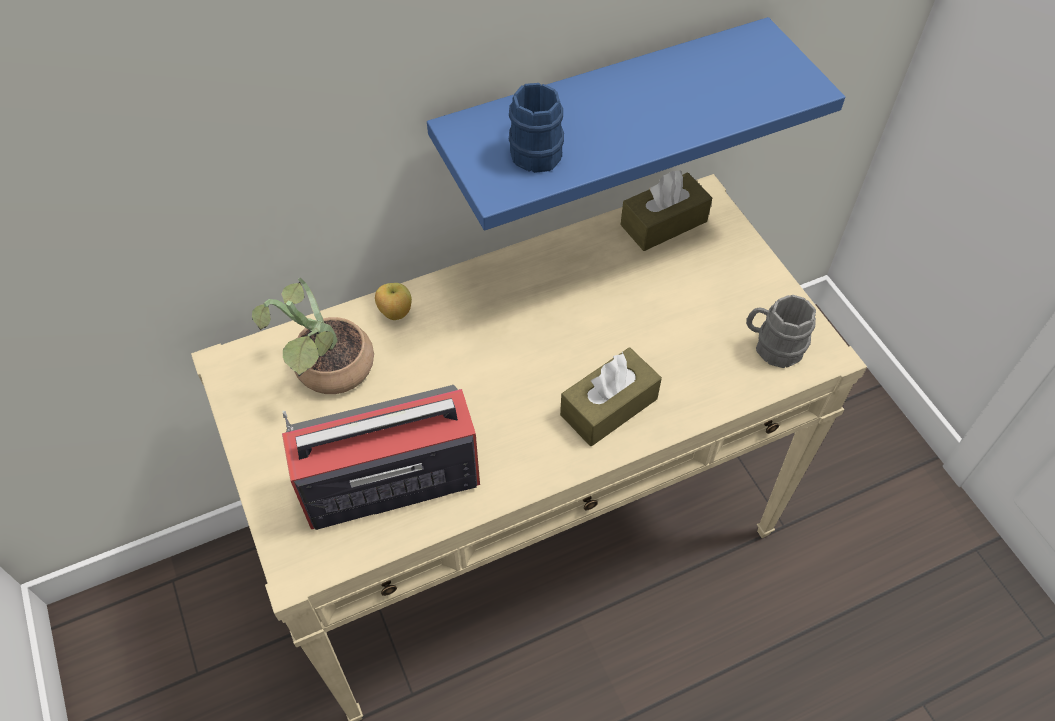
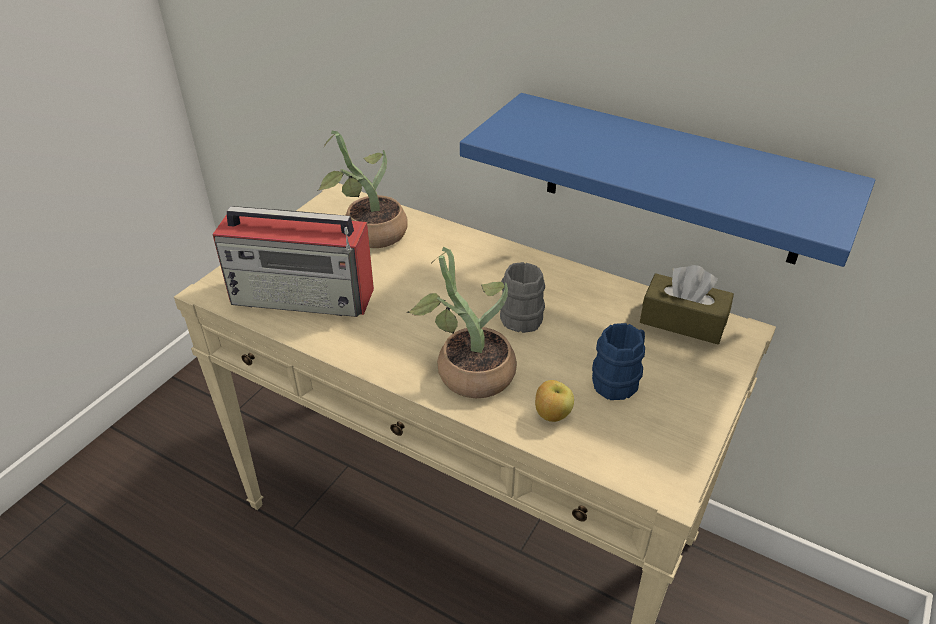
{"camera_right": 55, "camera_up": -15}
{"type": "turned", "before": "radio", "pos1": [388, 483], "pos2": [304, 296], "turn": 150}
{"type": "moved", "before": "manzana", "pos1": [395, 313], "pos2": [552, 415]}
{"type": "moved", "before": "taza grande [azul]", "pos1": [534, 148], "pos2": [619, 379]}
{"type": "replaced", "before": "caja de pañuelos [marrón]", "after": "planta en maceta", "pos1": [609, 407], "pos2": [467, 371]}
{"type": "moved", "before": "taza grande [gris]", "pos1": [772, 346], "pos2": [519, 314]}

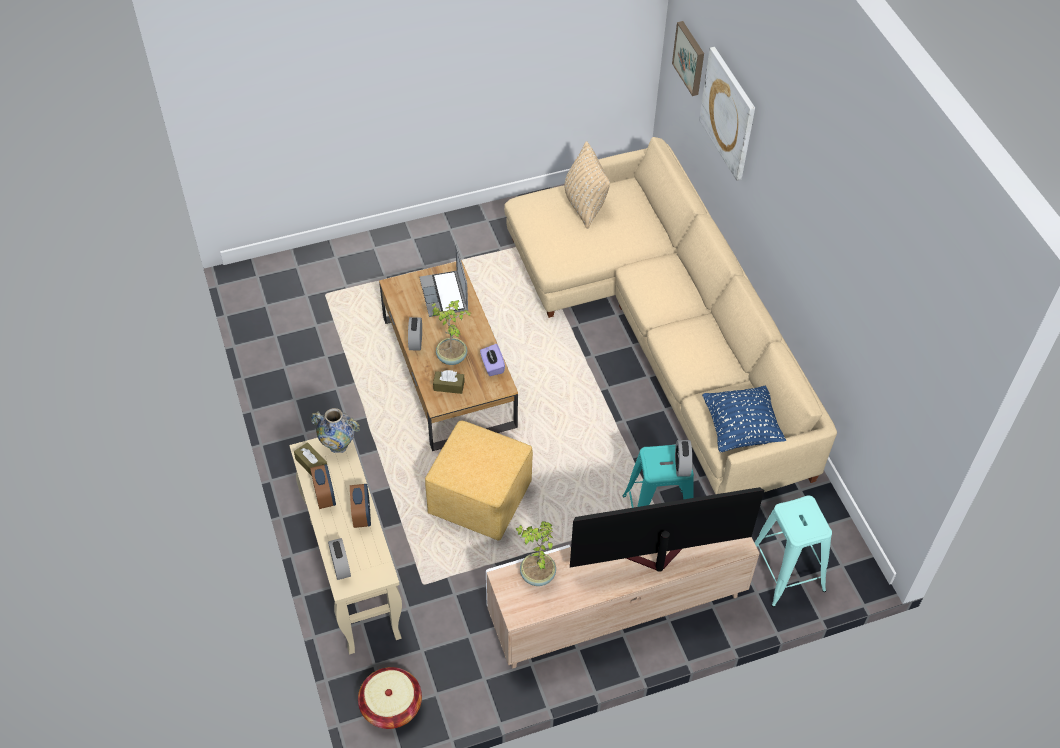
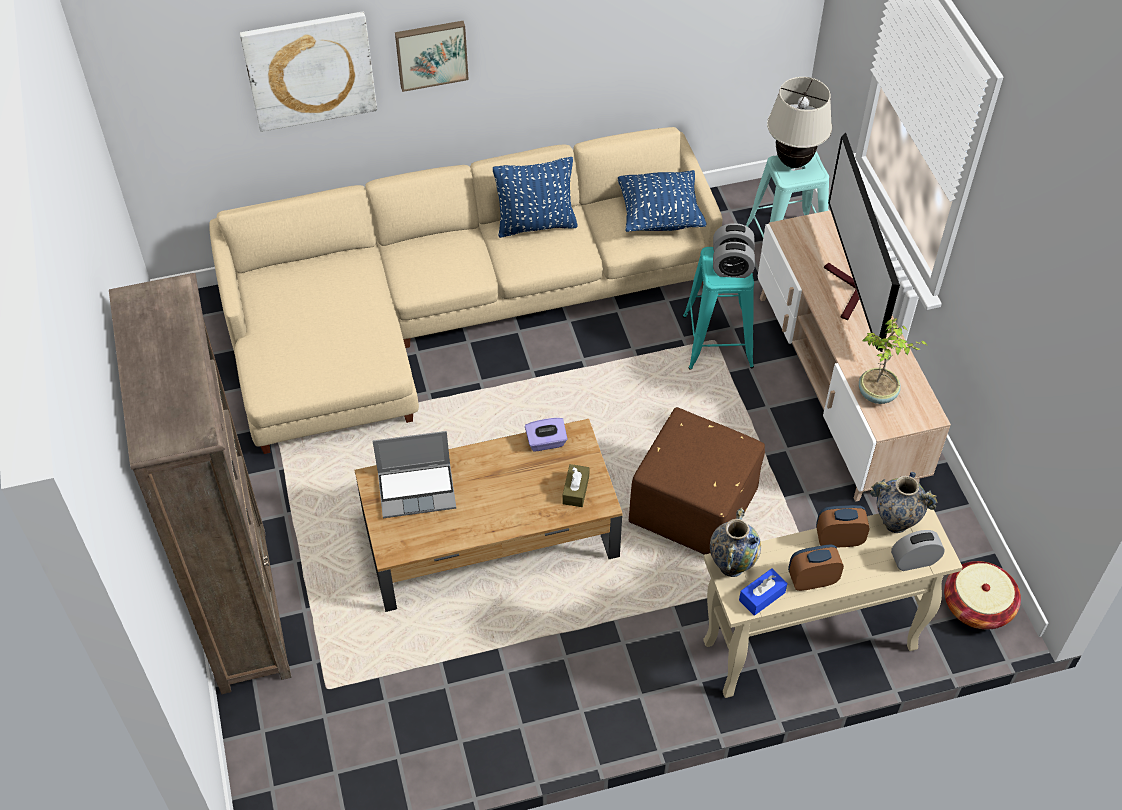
{"camera_right": -85, "camera_up": 0}
{"type": "recoloured", "before": "caja de pañuelos [marrón]", "after": "caja de pañuelos [azul]", "pos1": [311, 464], "pos2": [762, 596]}
{"type": "moved", "before": "despertador", "pos1": [415, 342], "pos2": [732, 272]}
{"type": "recoloured", "before": "puf [amarillo]", "after": "puf [marrón]", "pos1": [478, 500], "pos2": [694, 509]}
{"type": "removed", "before": "planta en maceta", "pos1": [452, 356]}
{"type": "removed", "before": "cojín [beis]", "pos1": [584, 205]}
{"type": "moved", "before": "cuadro", "pos1": [690, 58], "pos2": [431, 53]}
{"type": "added", "after": "estantería [marrón]", "pos2": [243, 607]}
{"type": "added", "after": "cojín [azul]", "pos2": [536, 224]}
{"type": "added", "after": "lámpara de mesa [beis]", "pos2": [793, 162]}
{"type": "added", "after": "florero", "pos2": [895, 522]}

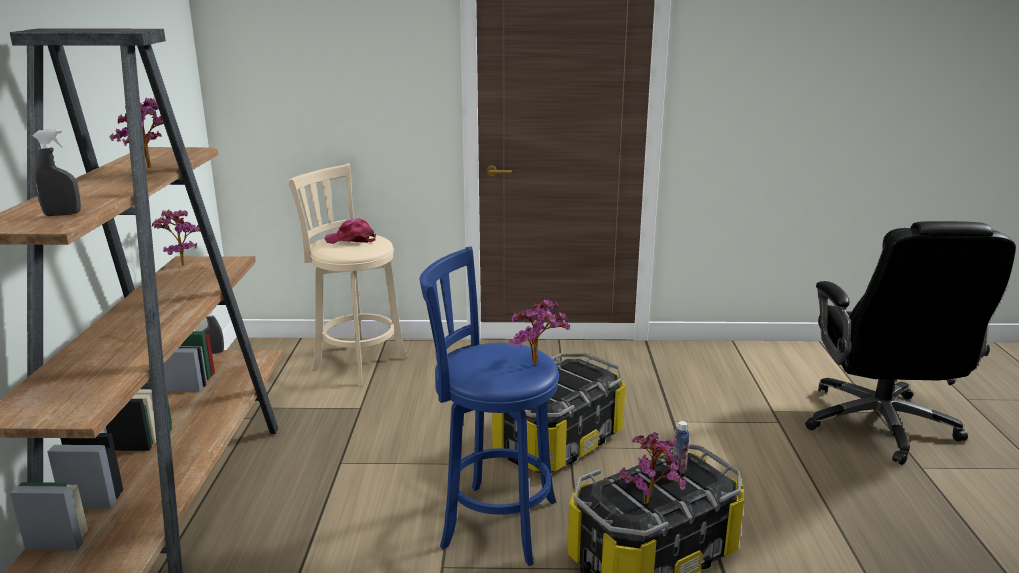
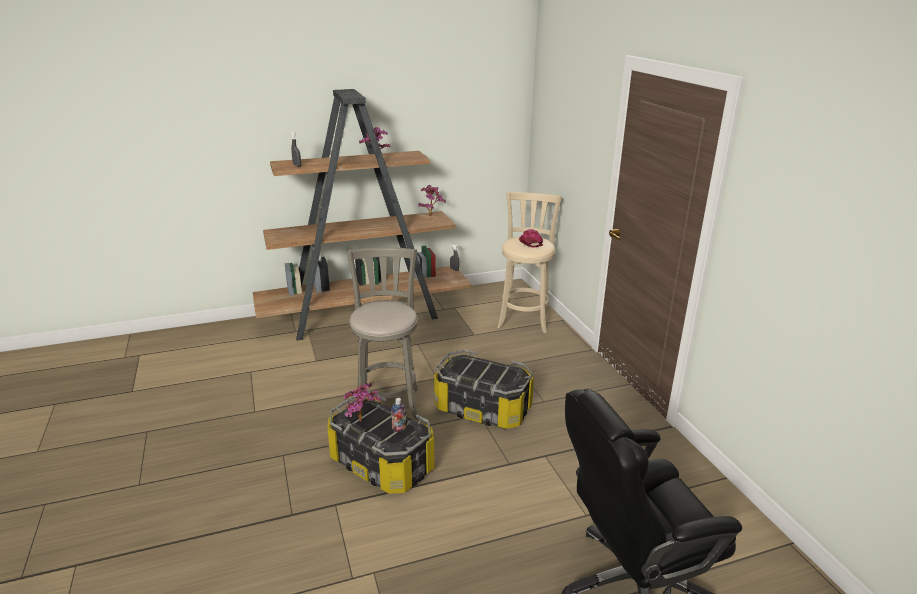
{"camera_right": 70, "camera_up": 5}
{"type": "recoloured", "before": "taburete [azul]", "after": "taburete [gris]", "pos1": [493, 522], "pos2": [388, 402]}
{"type": "removed", "before": "planta en maceta", "pos1": [538, 366]}

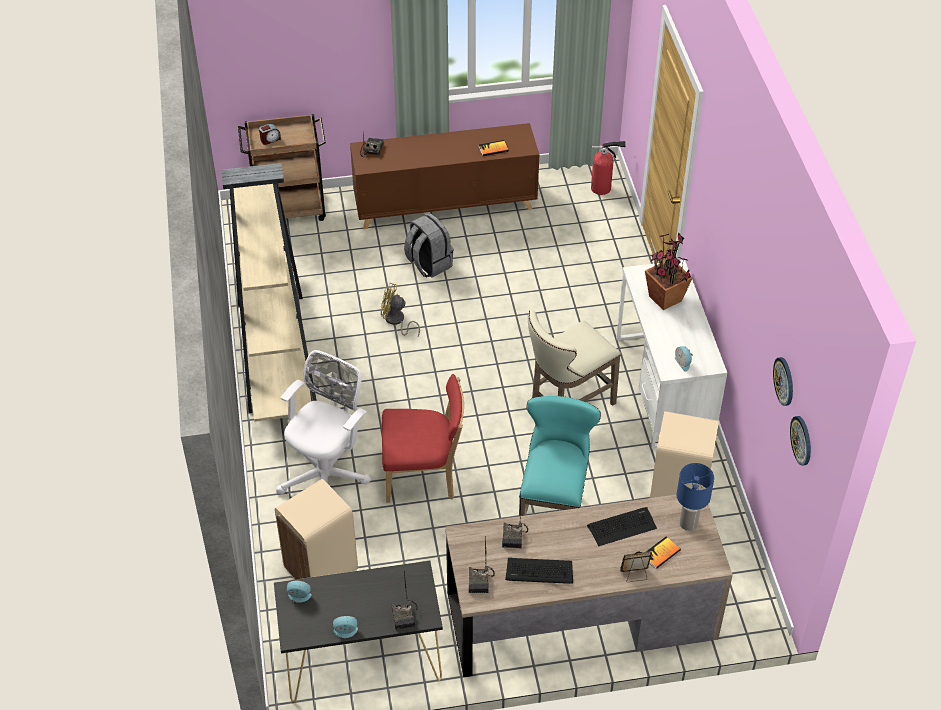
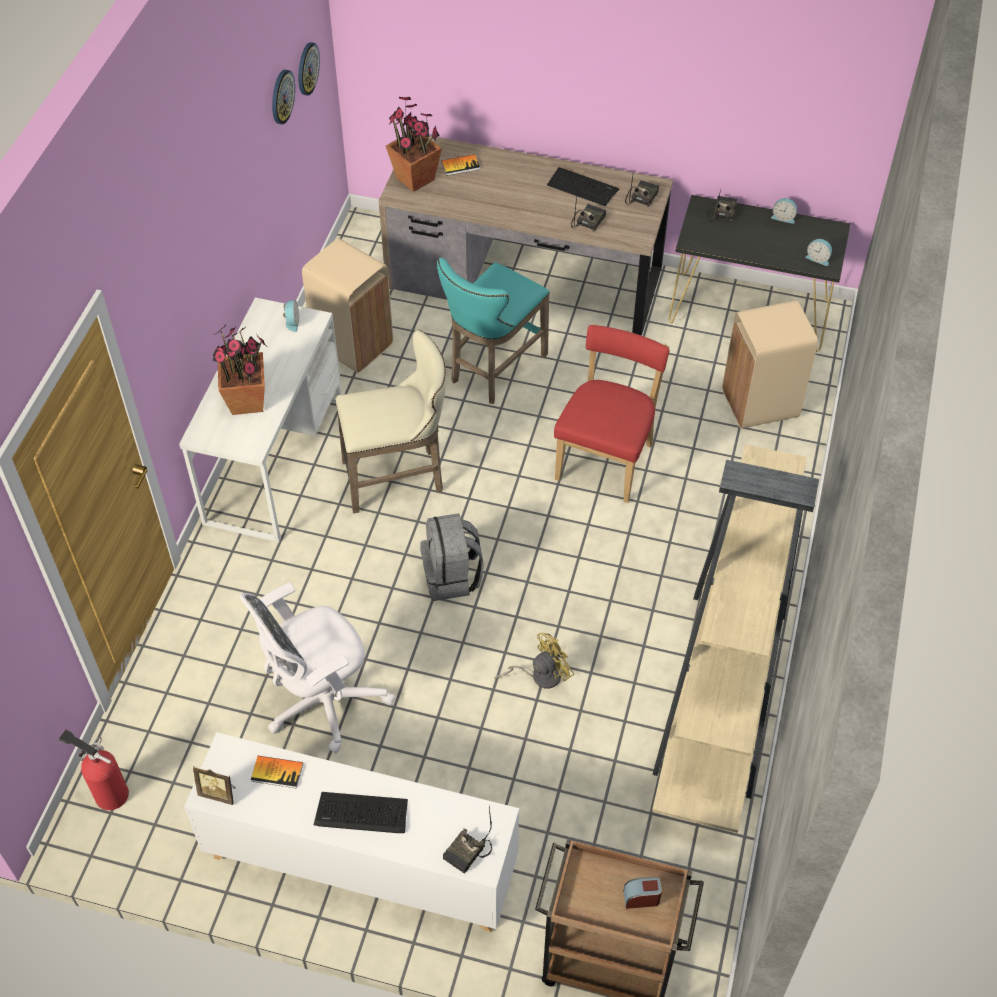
{"camera_right": -155, "camera_up": 5}
{"type": "moved", "before": "silla de oficina [blanco]", "pos1": [327, 474], "pos2": [321, 703]}
{"type": "recoloured", "before": "armario [marrón]", "after": "armario [blanco]", "pos1": [445, 205], "pos2": [360, 862]}
{"type": "turned", "before": "ventilador [amarillo]", "pos1": [396, 321], "pos2": [540, 675], "turn": -75}
{"type": "turned", "before": "silla [rojo]", "pos1": [423, 476], "pos2": [607, 458], "turn": 90}
{"type": "moved", "before": "mochila [gris]", "pos1": [428, 264], "pos2": [452, 577]}
{"type": "moved", "before": "teclado", "pos1": [622, 526], "pos2": [361, 813]}
{"type": "moved", "before": "portarretratos", "pos1": [635, 575], "pos2": [219, 793]}
{"type": "replaced", "before": "lámpara de mesa [azul]", "after": "planta en maceta", "pos1": [689, 524], "pos2": [416, 179]}

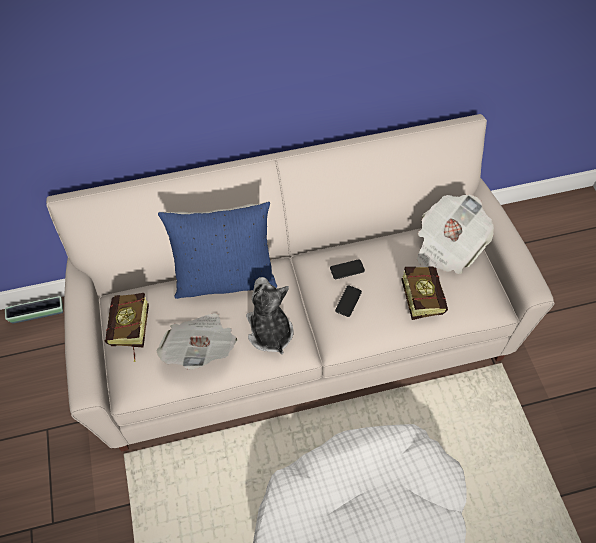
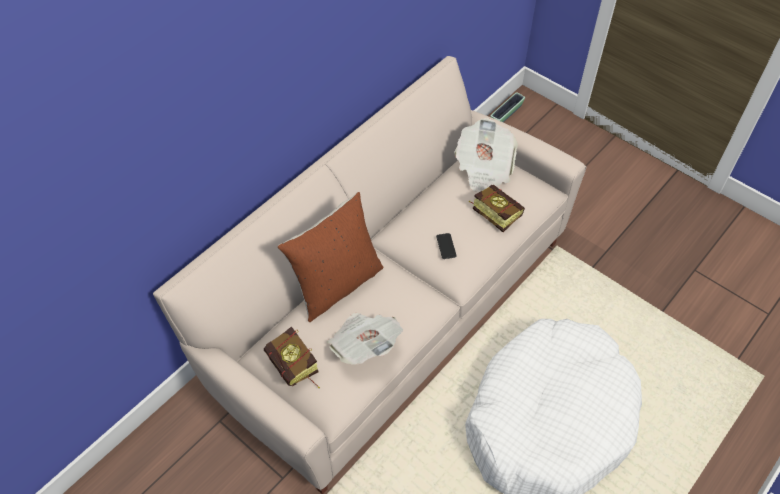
{"camera_right": -35, "camera_up": -5}
{"type": "moved", "before": "maceta", "pos1": [37, 314], "pos2": [506, 114]}
{"type": "recoloured", "before": "cojín [azul]", "after": "cojín [marrón]", "pos1": [225, 278], "pos2": [336, 284]}
{"type": "removed", "before": "peluche", "pos1": [269, 331]}
{"type": "removed", "before": "móvil", "pos1": [347, 269]}

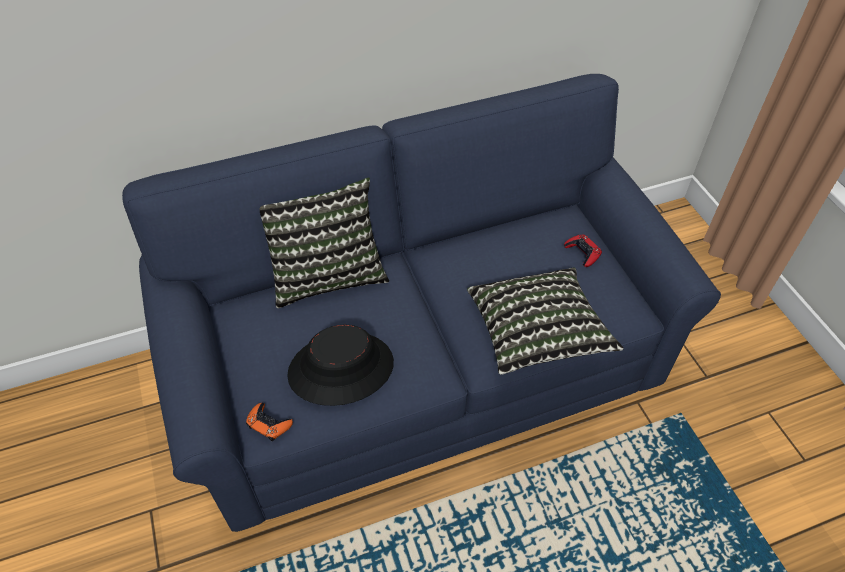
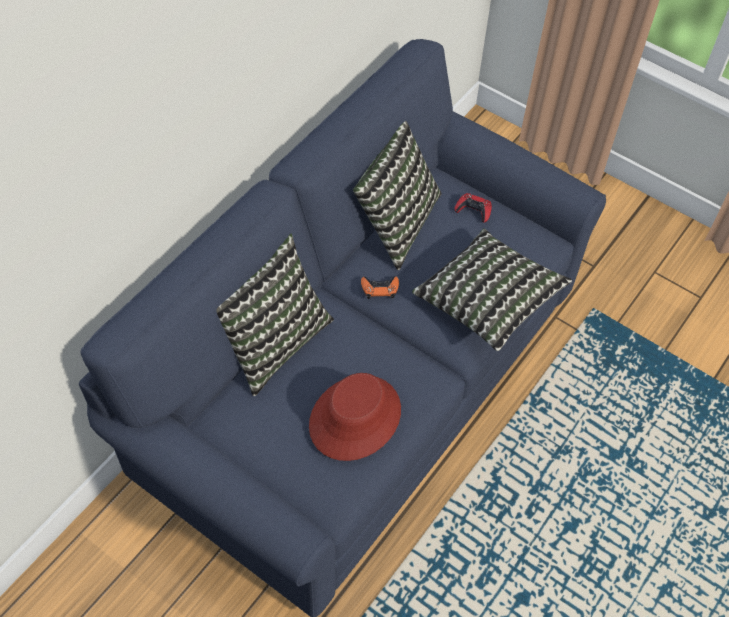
{"camera_right": -35, "camera_up": 5}
{"type": "moved", "before": "mando de consola [naranja]", "pos1": [269, 424], "pos2": [380, 289]}
{"type": "recoloured", "before": "sombrero [negro]", "after": "sombrero [rojo]", "pos1": [341, 368], "pos2": [354, 417]}
{"type": "added", "after": "cojín", "pos2": [396, 222]}

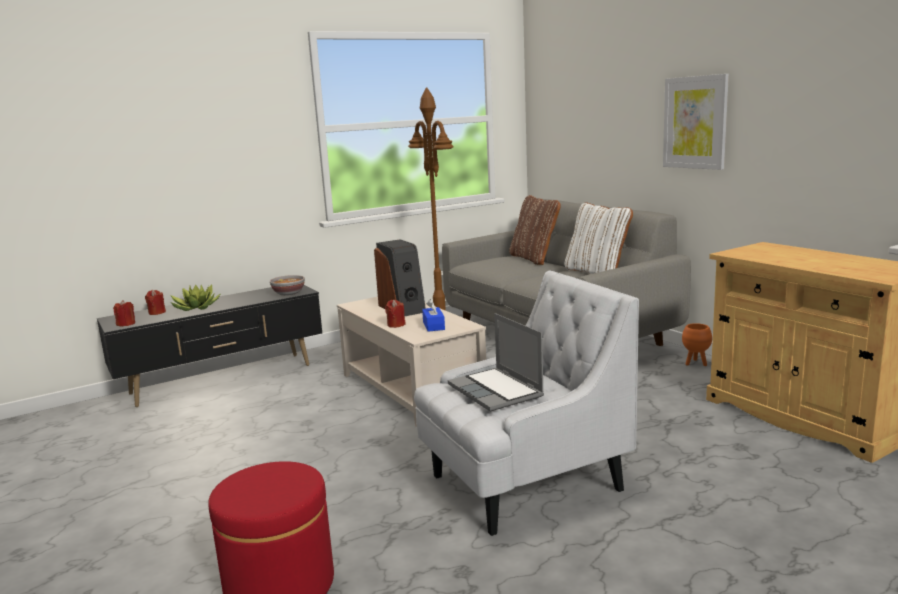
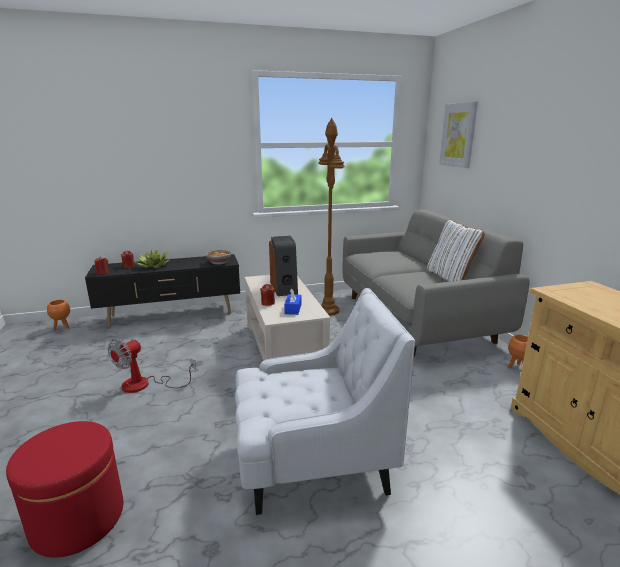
{"camera_right": 15, "camera_up": 5}
{"type": "removed", "before": "portátil", "pos1": [496, 391]}
{"type": "removed", "before": "cojín [marrón]", "pos1": [534, 259]}
{"type": "moved", "before": "cuadro", "pos1": [695, 122], "pos2": [458, 135]}
{"type": "added", "after": "maceta [naranja]", "pos2": [62, 327]}
{"type": "added", "after": "ventilador", "pos2": [145, 385]}

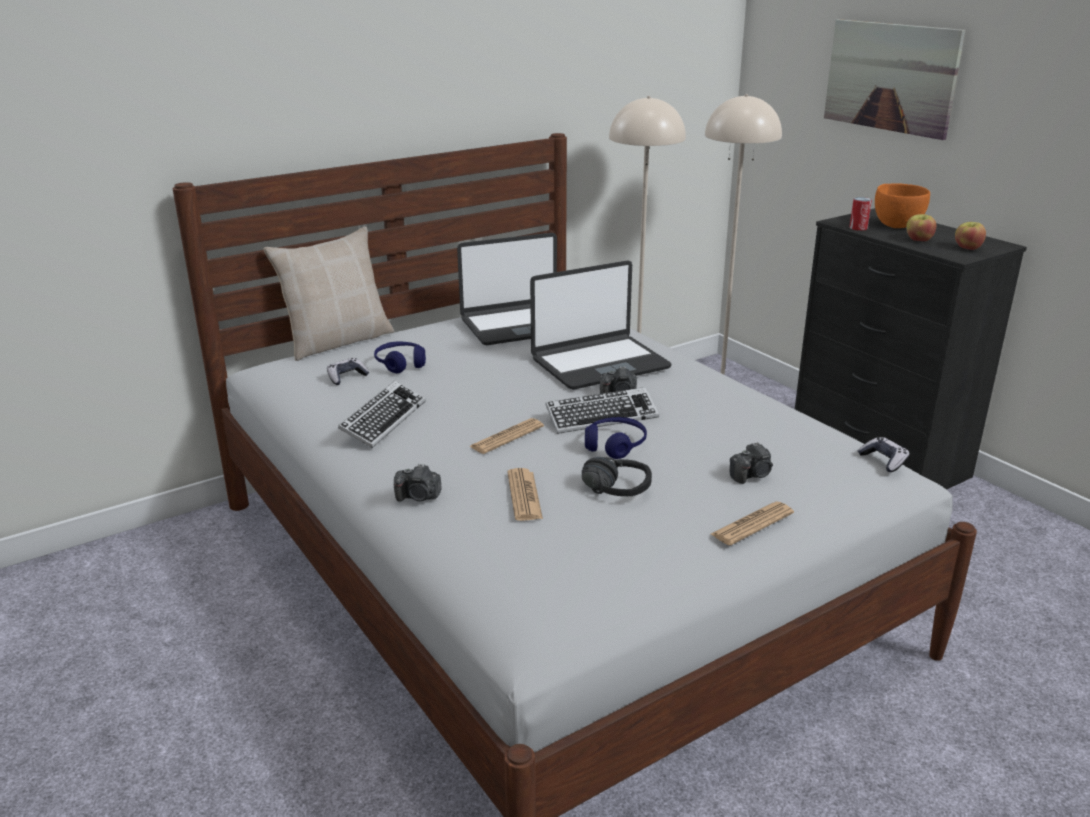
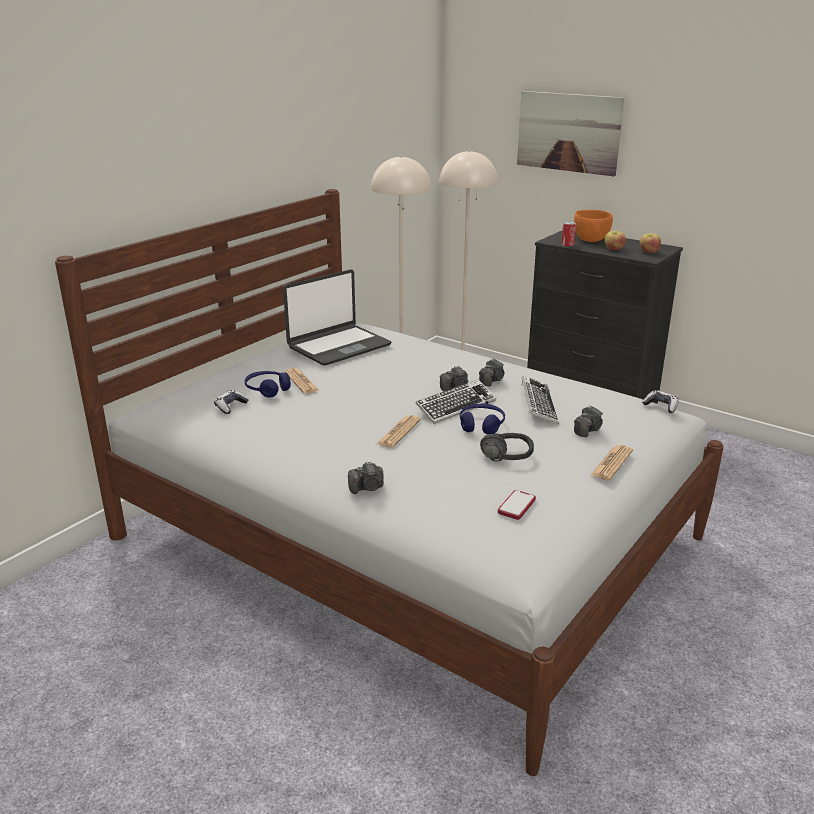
{"camera_right": -20, "camera_up": 0}
{"type": "removed", "before": "cojín [beis]", "pos1": [337, 341]}
{"type": "moved", "before": "teclado", "pos1": [383, 420], "pos2": [538, 405]}
{"type": "moved", "before": "periódico", "pos1": [524, 495], "pos2": [301, 382]}
{"type": "removed", "before": "portátil", "pos1": [599, 363]}
{"type": "added", "after": "cámara", "pos2": [492, 381]}
{"type": "added", "after": "móvil", "pos2": [516, 506]}

